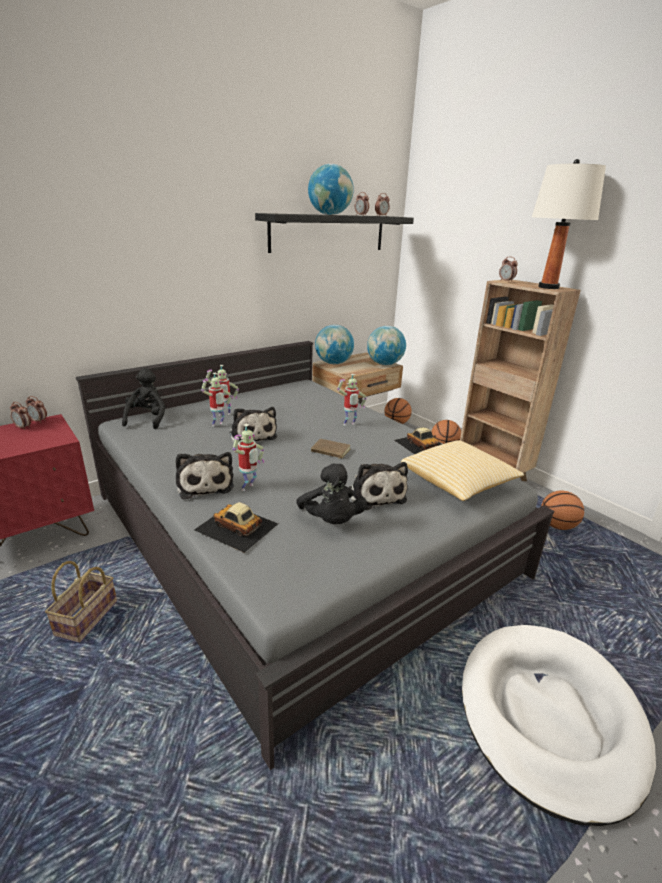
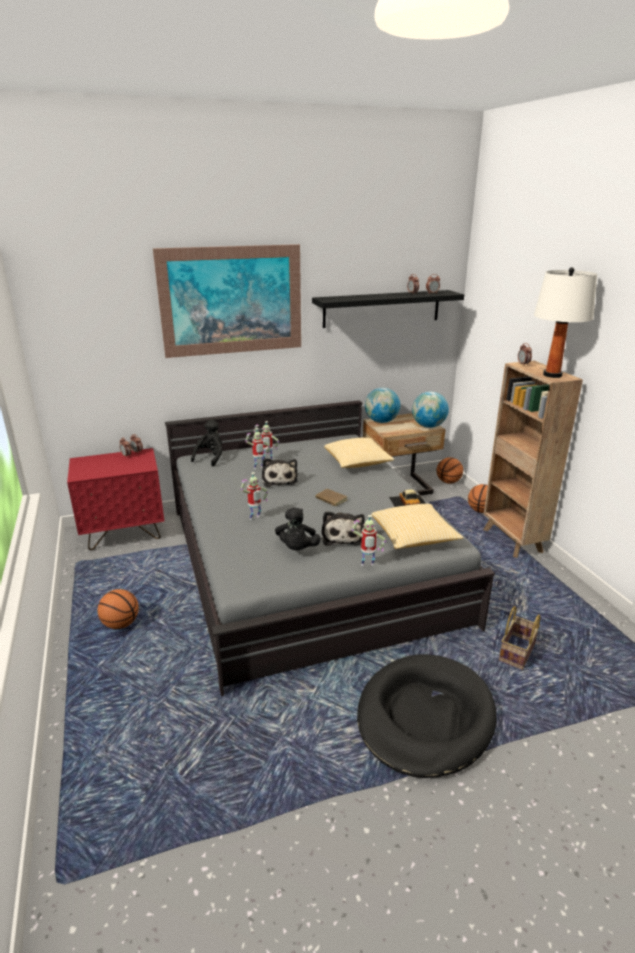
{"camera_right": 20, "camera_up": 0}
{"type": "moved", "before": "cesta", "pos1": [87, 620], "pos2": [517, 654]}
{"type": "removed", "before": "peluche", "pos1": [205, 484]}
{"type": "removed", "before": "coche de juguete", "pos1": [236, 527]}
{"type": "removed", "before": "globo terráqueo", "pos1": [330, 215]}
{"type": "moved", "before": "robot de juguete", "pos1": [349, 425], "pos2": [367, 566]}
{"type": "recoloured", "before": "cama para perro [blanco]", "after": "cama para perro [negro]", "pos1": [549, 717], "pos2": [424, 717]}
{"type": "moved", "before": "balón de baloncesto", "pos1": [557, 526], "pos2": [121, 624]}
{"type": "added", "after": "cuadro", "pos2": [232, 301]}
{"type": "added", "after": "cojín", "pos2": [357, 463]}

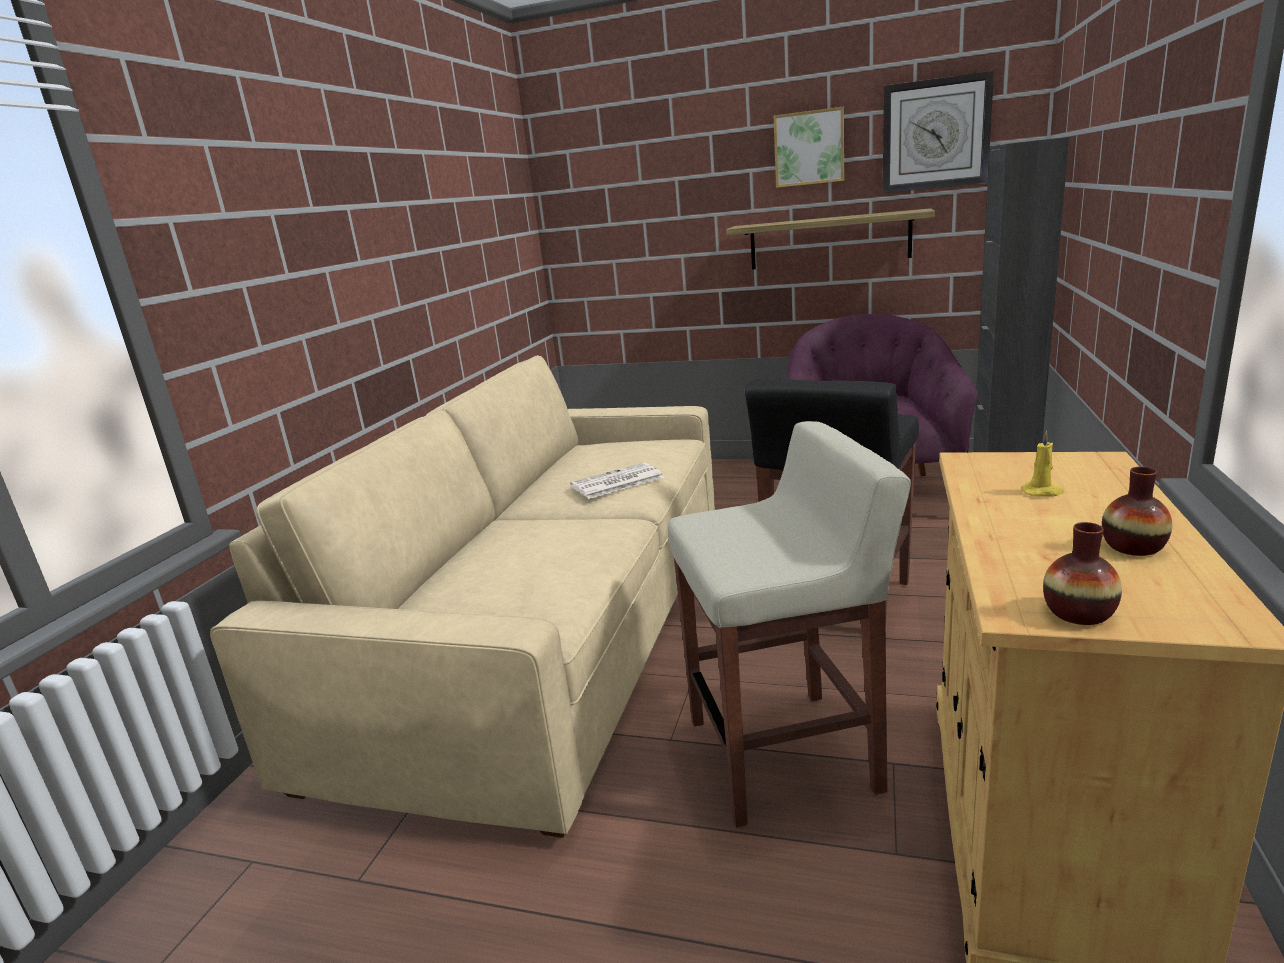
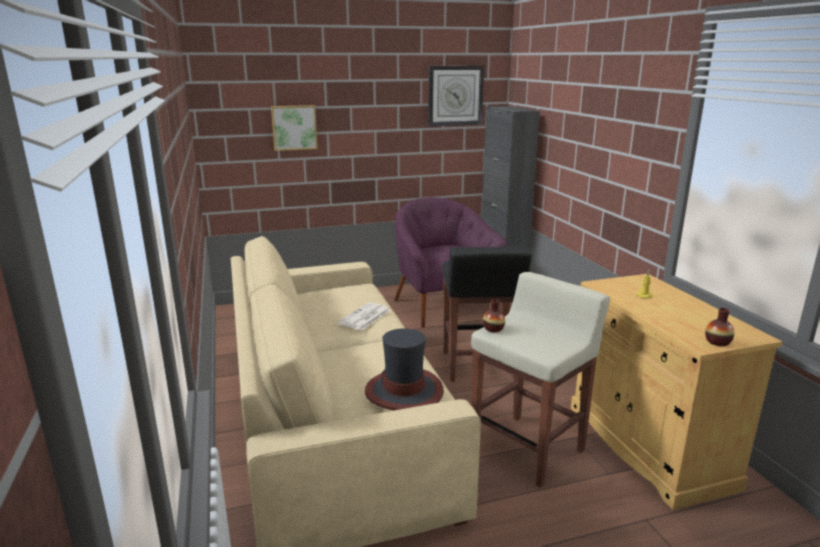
{"camera_right": -35, "camera_up": 0}
{"type": "removed", "before": "estante", "pos1": [829, 240]}
{"type": "moved", "before": "cuadro", "pos1": [809, 148], "pos2": [294, 127]}
{"type": "moved", "before": "florero", "pos1": [1133, 547], "pos2": [493, 329]}
{"type": "added", "after": "sombrero", "pos2": [404, 391]}

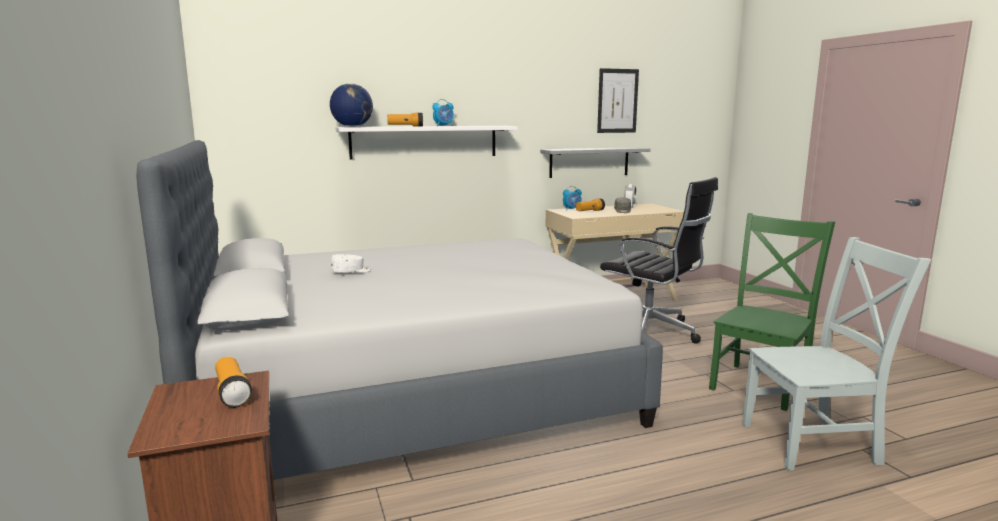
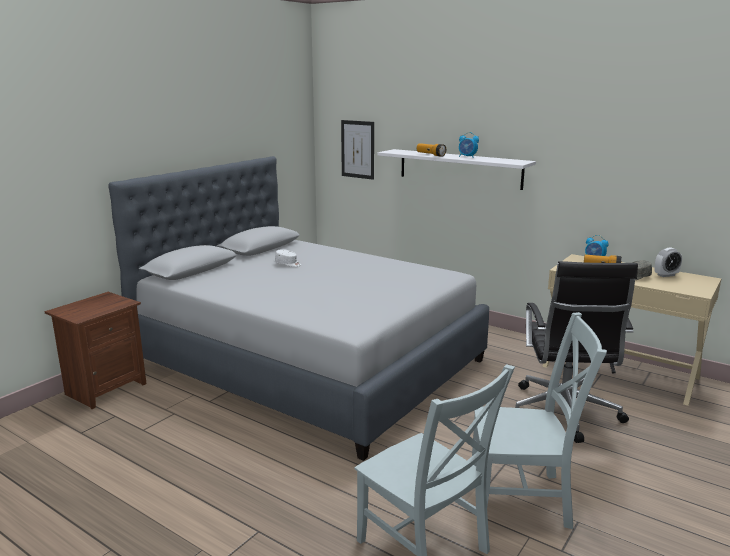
{"camera_right": 55, "camera_up": 5}
{"type": "removed", "before": "linterna", "pos1": [232, 392]}
{"type": "removed", "before": "globo terráqueo", "pos1": [352, 126]}
{"type": "removed", "before": "estante [gris]", "pos1": [589, 162]}
{"type": "moved", "before": "cuadro", "pos1": [617, 101], "pos2": [357, 149]}
{"type": "recoloured", "before": "silla [verde]", "after": "silla [gris]", "pos1": [761, 384], "pos2": [524, 499]}

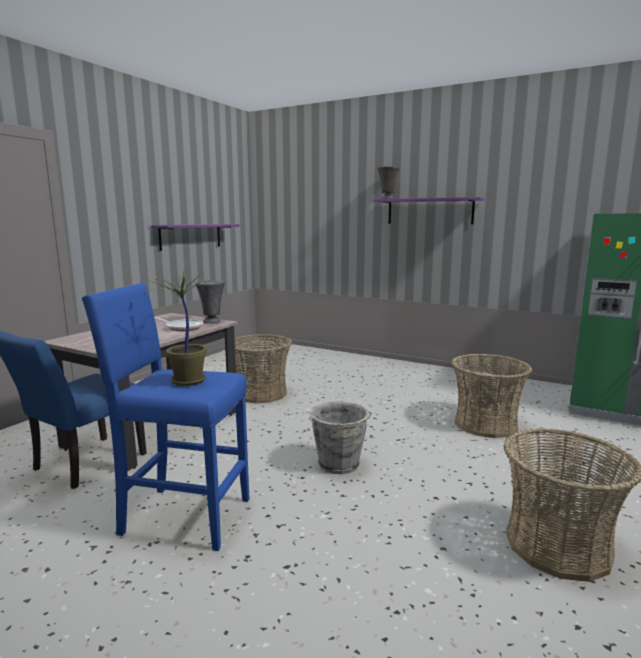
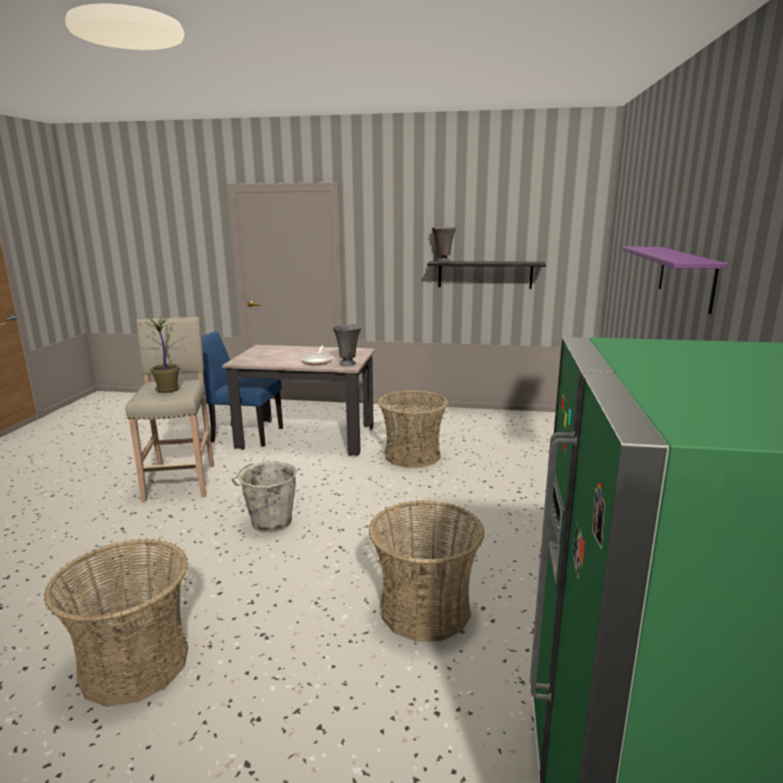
{"camera_right": 70, "camera_up": 5}
{"type": "recoloured", "before": "taburete [azul]", "after": "taburete [beis]", "pos1": [183, 516], "pos2": [181, 481]}
{"type": "recoloured", "before": "estante [morado]", "after": "estante [negro]", "pos1": [191, 236], "pos2": [485, 274]}
{"type": "moved", "before": "florero [gris]", "pos1": [387, 199], "pos2": [442, 261]}

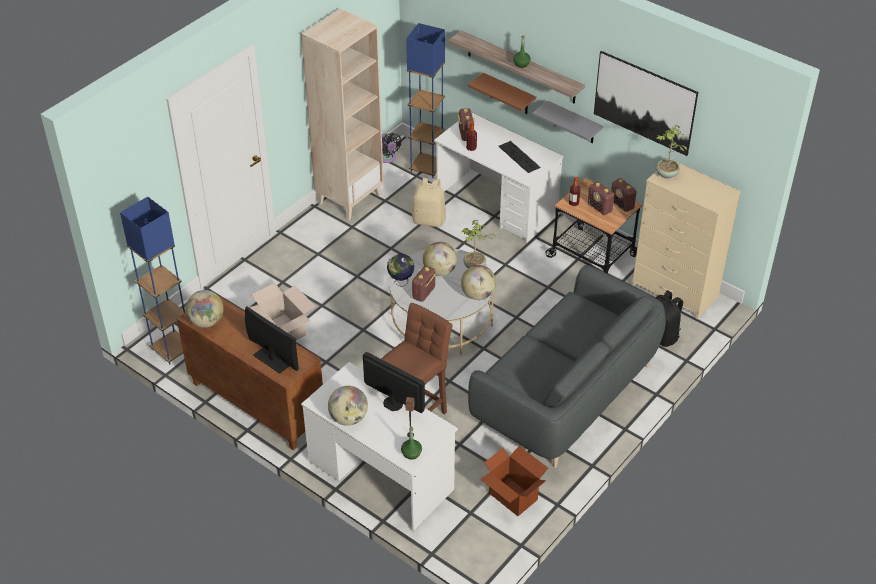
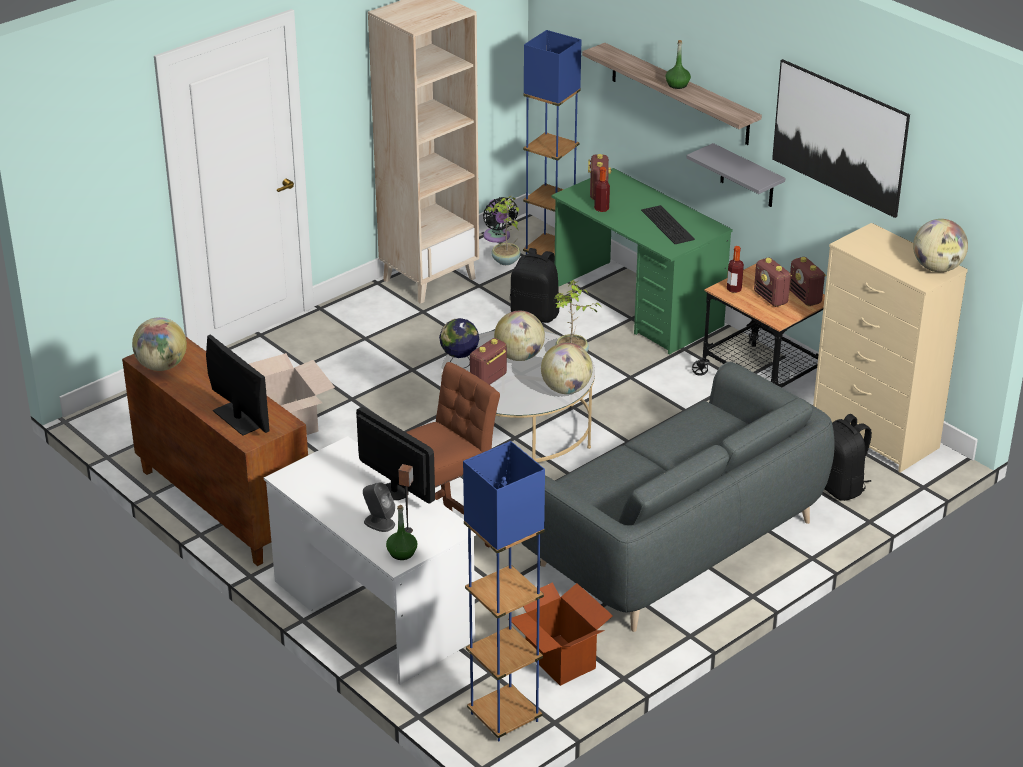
{"camera_right": 10, "camera_up": -10}
{"type": "moved", "before": "lámpara de pie [azul]", "pos1": [172, 349], "pos2": [504, 717]}
{"type": "moved", "before": "globo terráqueo", "pos1": [348, 418], "pos2": [937, 268]}
{"type": "recoloured", "before": "mochila [beis]", "after": "mochila [negro]", "pos1": [429, 220], "pos2": [535, 314]}
{"type": "recoloured", "before": "escritorio [blanco]", "after": "escritorio [verde]", "pos1": [496, 206], "pos2": [637, 307]}
{"type": "removed", "before": "estante [marrón]", "pos1": [509, 94]}
{"type": "moved", "before": "planta en maceta", "pos1": [666, 174], "pos2": [505, 261]}
{"type": "added", "after": "altavoz [gris]", "pos2": [379, 523]}

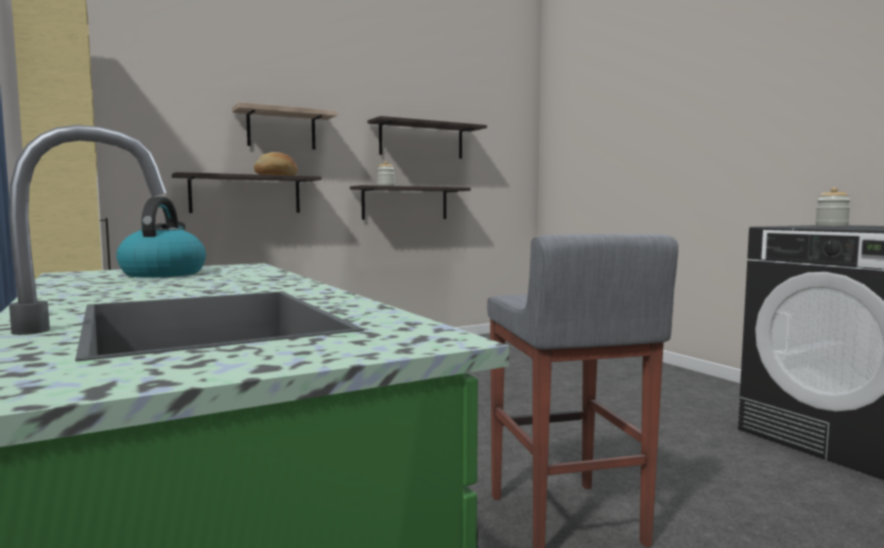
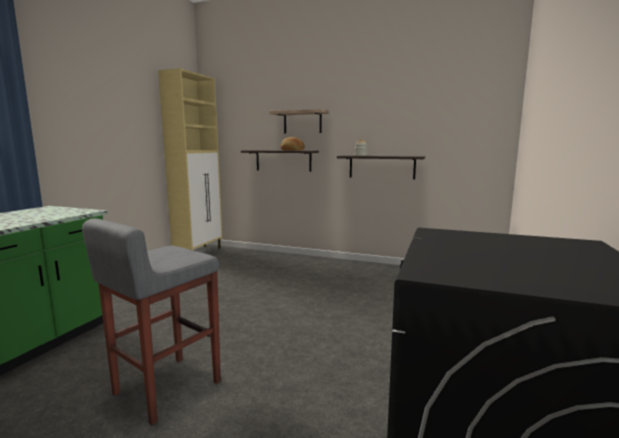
{"camera_right": 50, "camera_up": 5}
{"type": "removed", "before": "hervidor", "pos1": [163, 273]}
{"type": "removed", "before": "estante", "pos1": [421, 140]}
{"type": "removed", "before": "tarro", "pos1": [831, 226]}

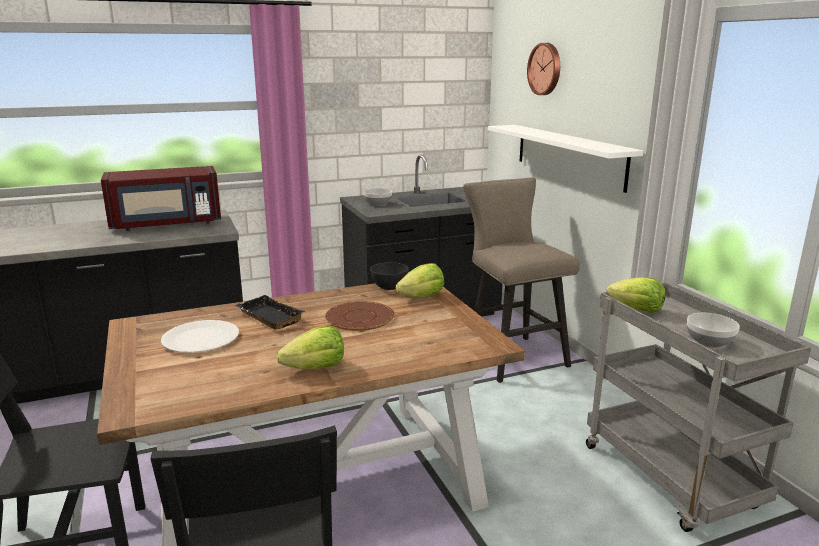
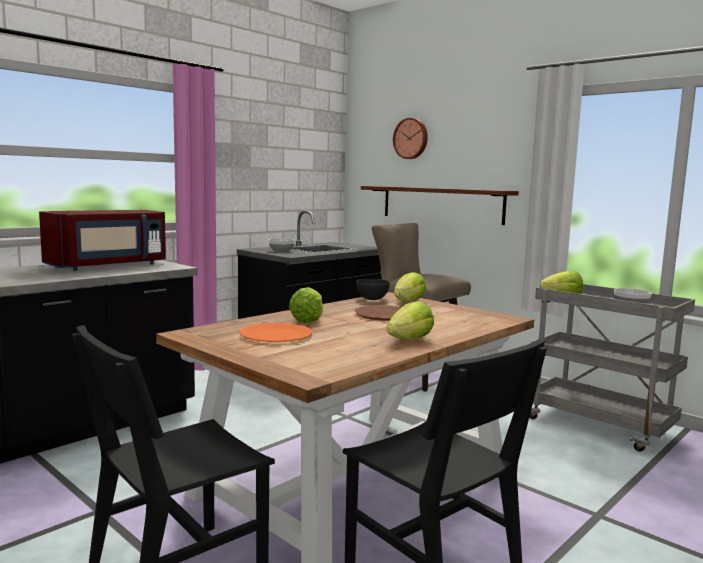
{"camera_right": -25, "camera_up": -10}
{"type": "recoloured", "before": "plato [blanco]", "after": "plato [naranja]", "pos1": [200, 339], "pos2": [276, 335]}
{"type": "replaced", "before": "bandeja [negro]", "after": "lechuga", "pos1": [267, 317], "pos2": [308, 320]}
{"type": "recoloured", "before": "estante [blanco]", "after": "estante [marrón]", "pos1": [568, 155], "pos2": [441, 204]}

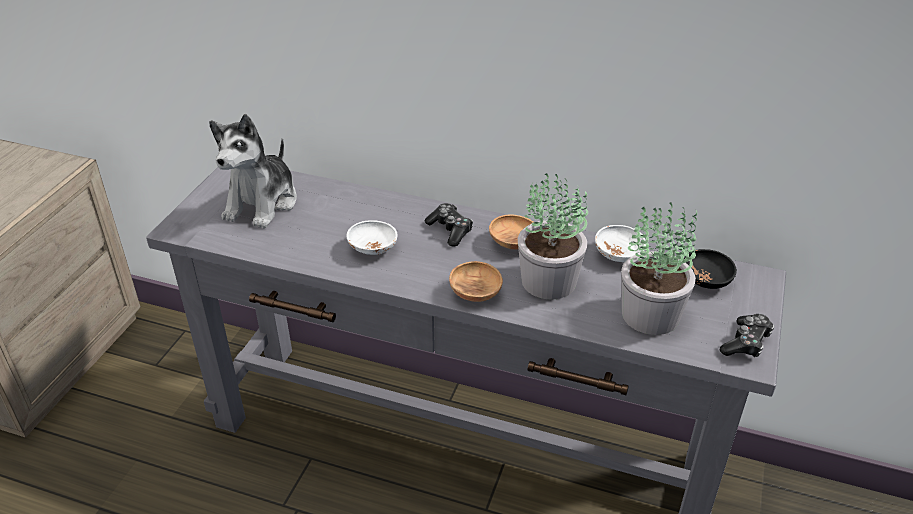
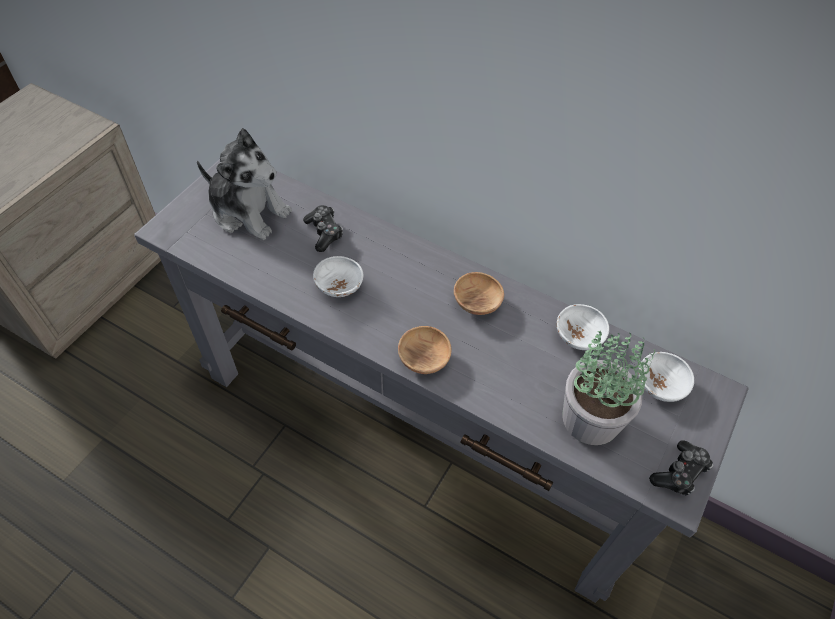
{"camera_right": 10, "camera_up": 15}
{"type": "turned", "before": "peluche", "pos1": [262, 203], "pos2": [249, 212], "turn": -90}
{"type": "moved", "before": "mando de consola", "pos1": [450, 230], "pos2": [324, 232]}
{"type": "removed", "before": "planta en maceta", "pos1": [548, 282]}
{"type": "recoloured", "before": "cuenco [negro]", "after": "cuenco [blanco]", "pos1": [706, 280], "pos2": [660, 385]}

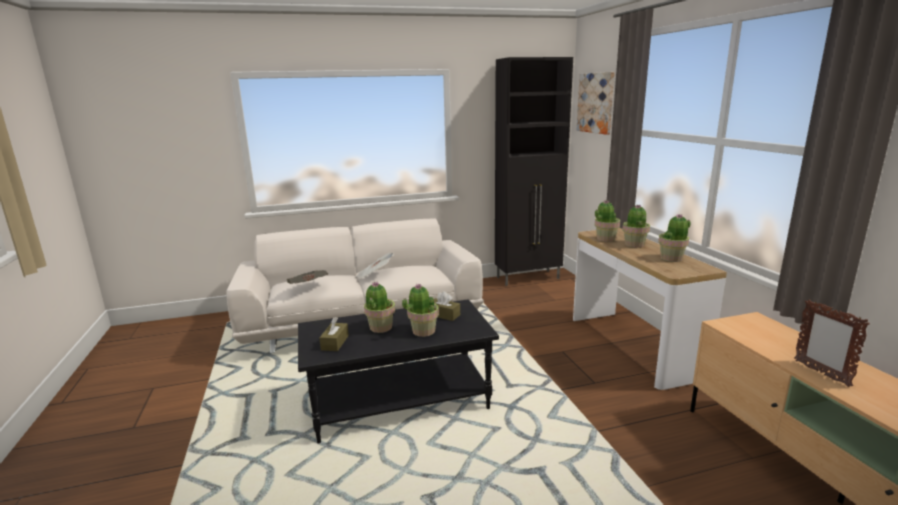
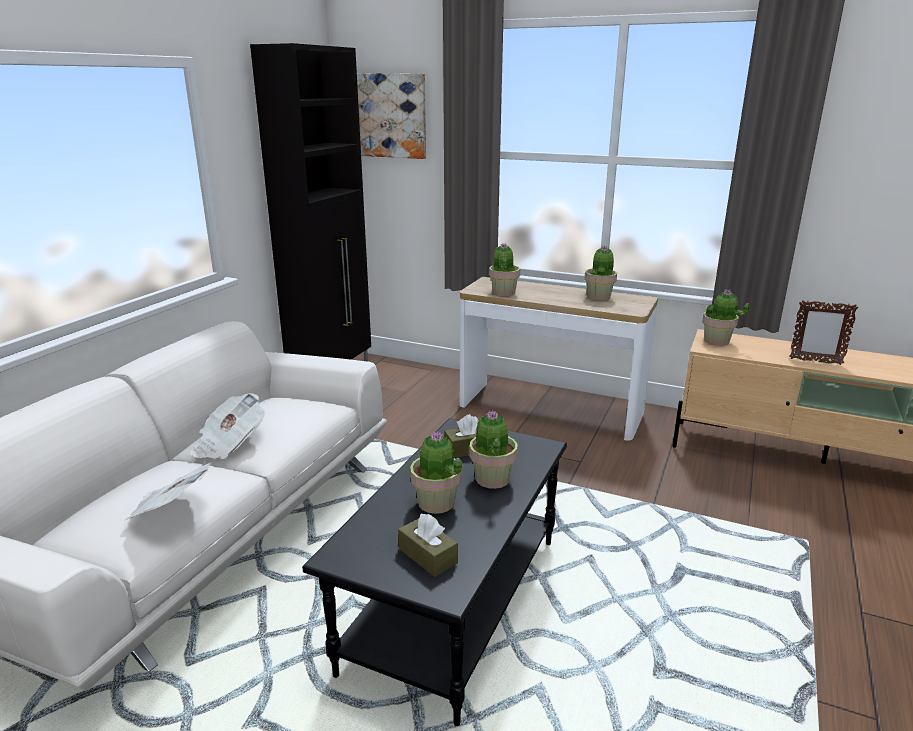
{"camera_right": -50, "camera_up": 5}
{"type": "moved", "before": "planta en maceta", "pos1": [634, 244], "pos2": [717, 341]}

